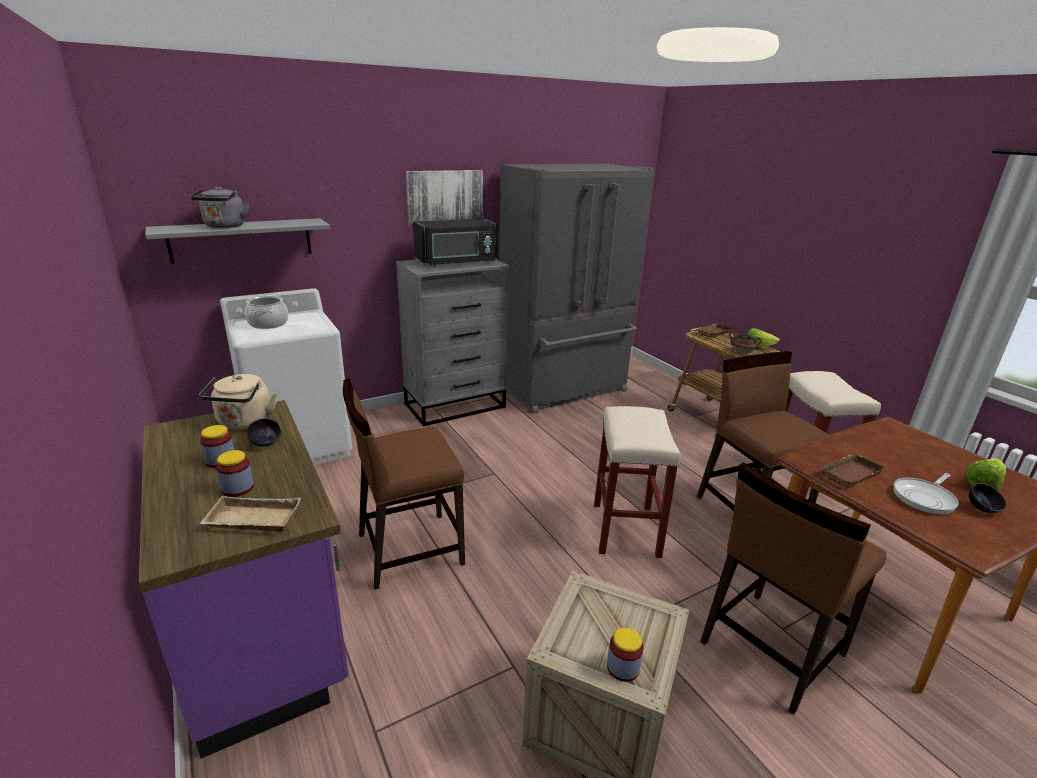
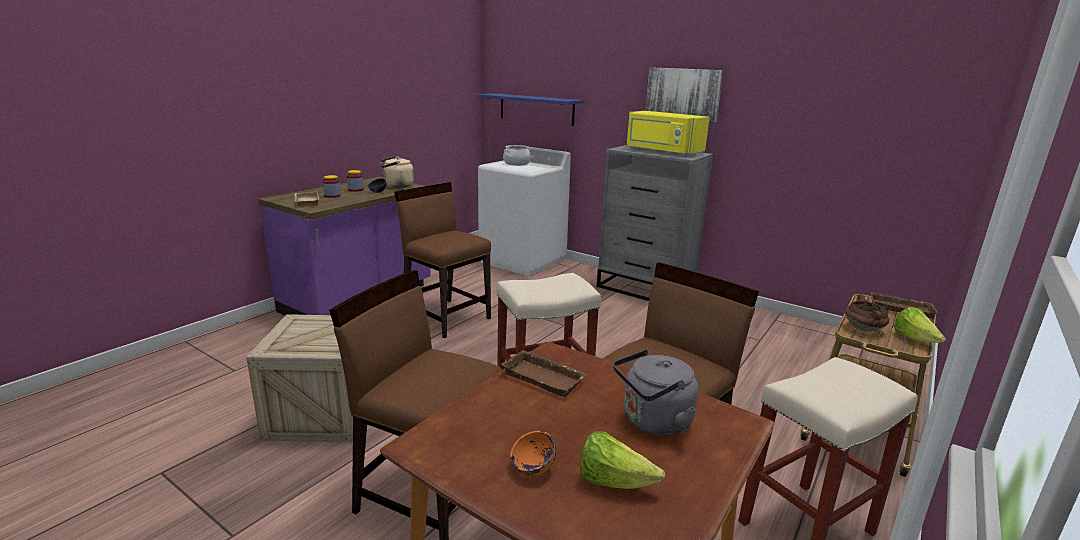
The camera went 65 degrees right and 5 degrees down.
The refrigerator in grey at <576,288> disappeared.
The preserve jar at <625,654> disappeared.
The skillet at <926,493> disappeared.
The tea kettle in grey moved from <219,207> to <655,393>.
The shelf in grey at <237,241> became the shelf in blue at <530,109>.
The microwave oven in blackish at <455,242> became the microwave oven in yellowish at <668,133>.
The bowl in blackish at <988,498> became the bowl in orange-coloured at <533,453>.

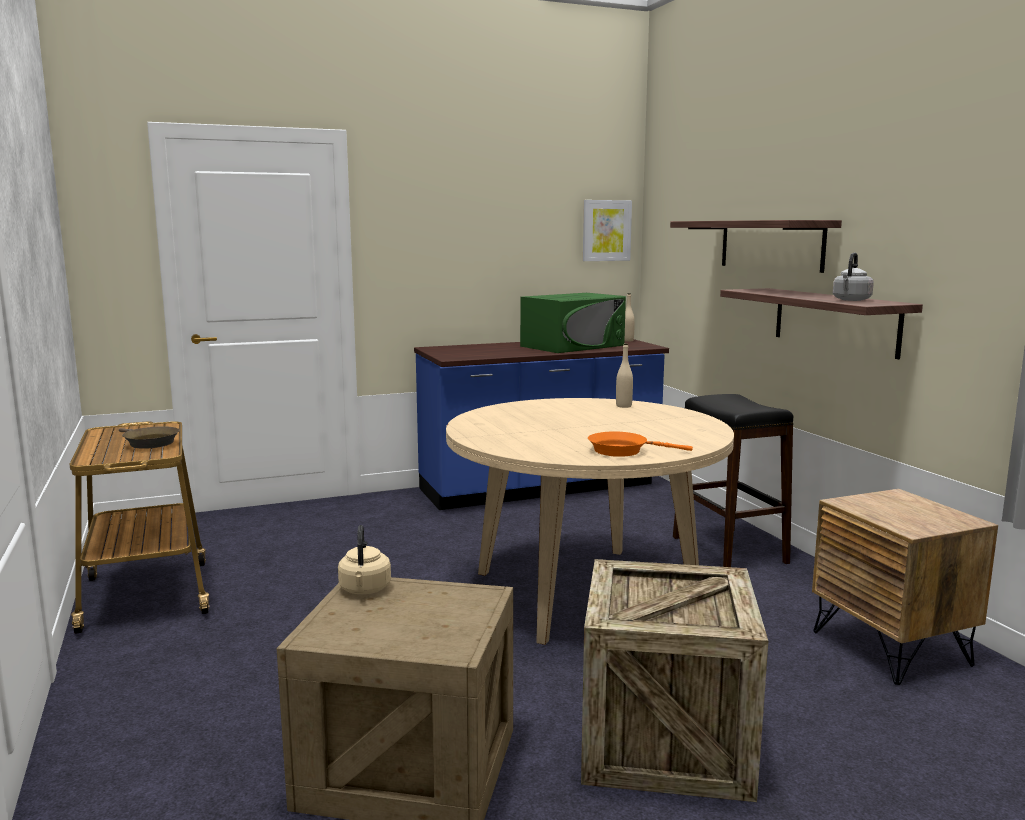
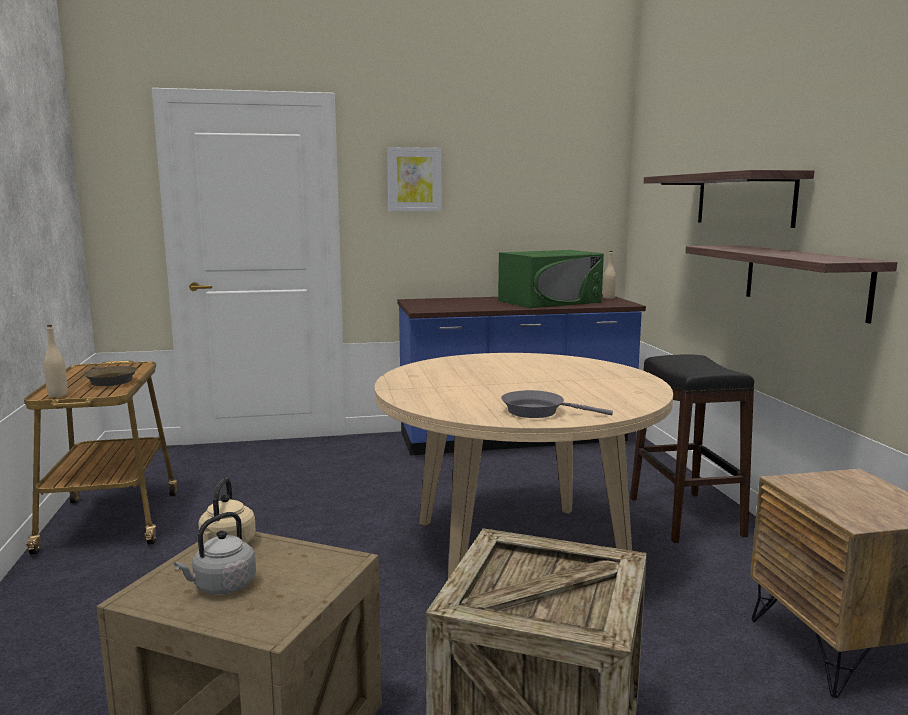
The camera went 10 degrees right and 0 degrees up.
The wall picture moved from <607,230> to <414,179>.
The drink bottle in beige-coloured moved from <624,375> to <56,361>.
The tea kettle in grey moved from <853,277> to <215,553>.
The skillet in orange-coloured at <640,444> became the skillet in grey at <557,404>.

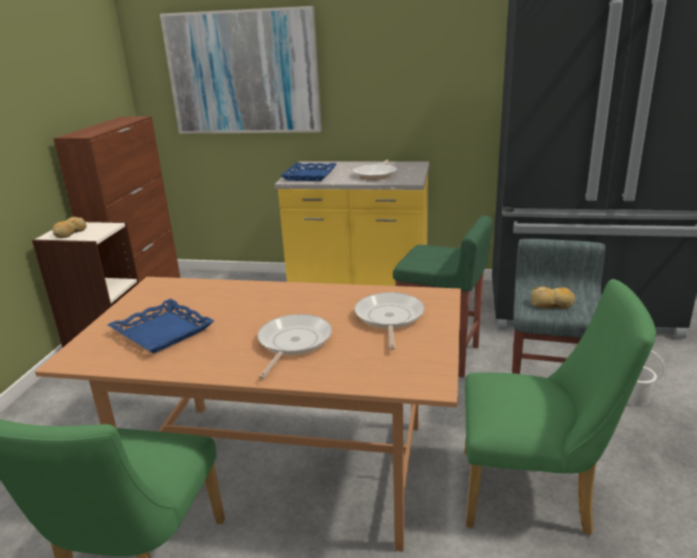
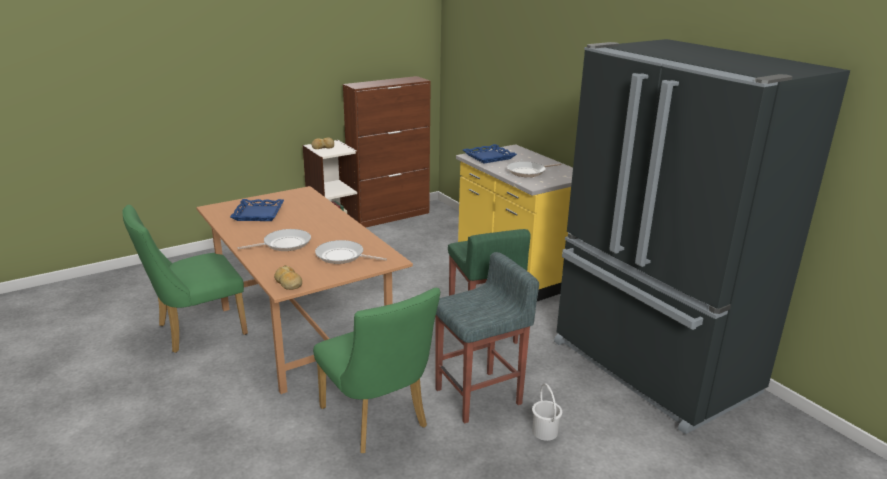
The camera went 45 degrees right and 0 degrees up.
The wall picture at <241,70> disappeared.
The bakery bread moved from <553,297> to <288,277>.
The skillet at <389,321> turned 120 degrees counterclockwise.

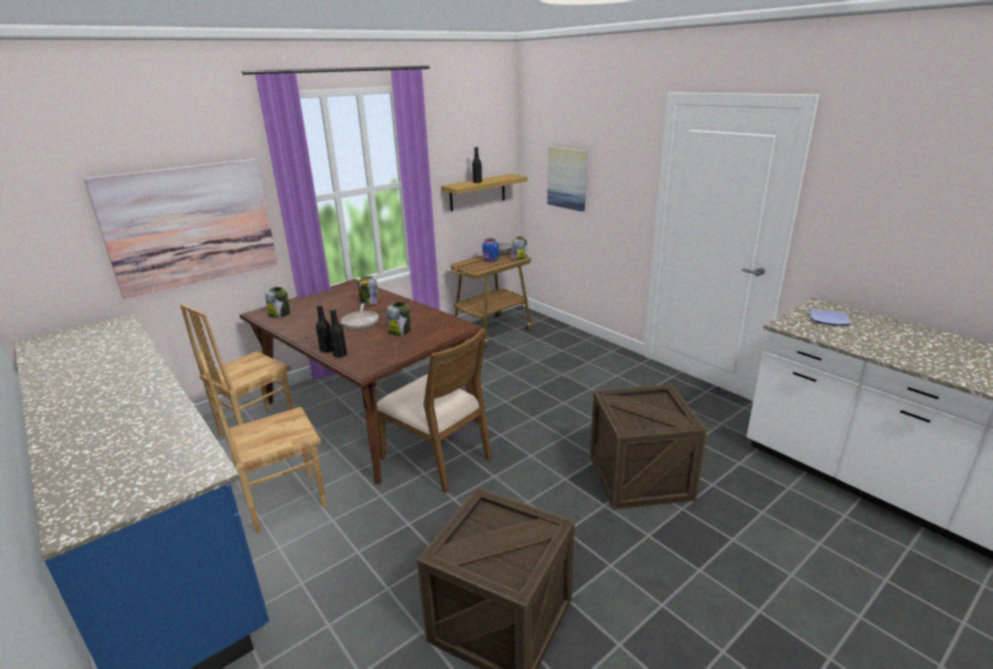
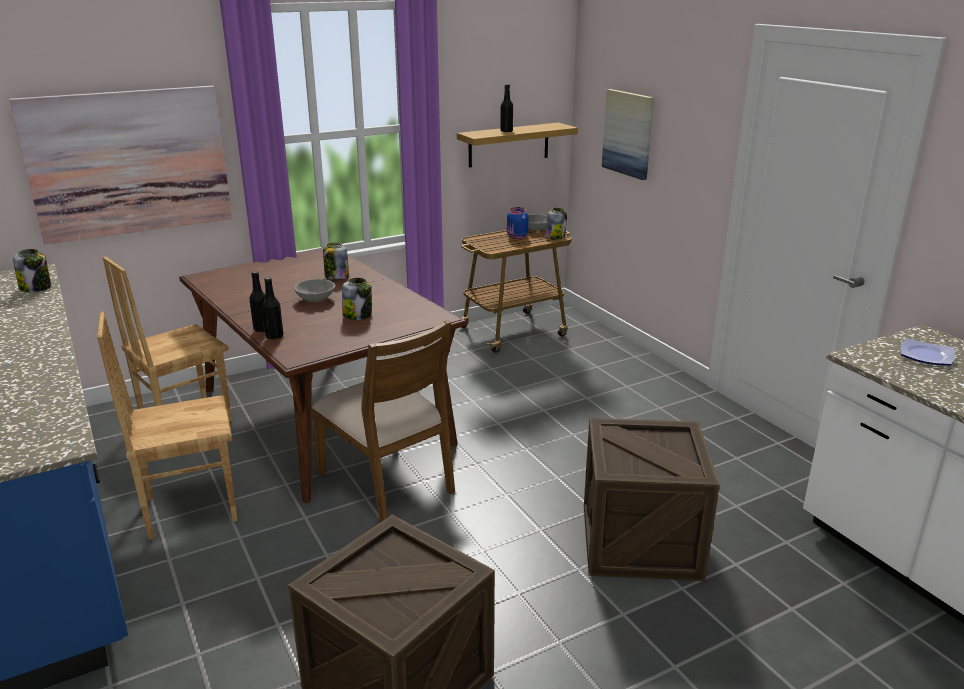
The camera went 10 degrees right and 0 degrees up.
The preserve jar moved from <277,302> to <32,270>.
The skillet at <360,316> was replaced by the bowl in grey at <314,290>.

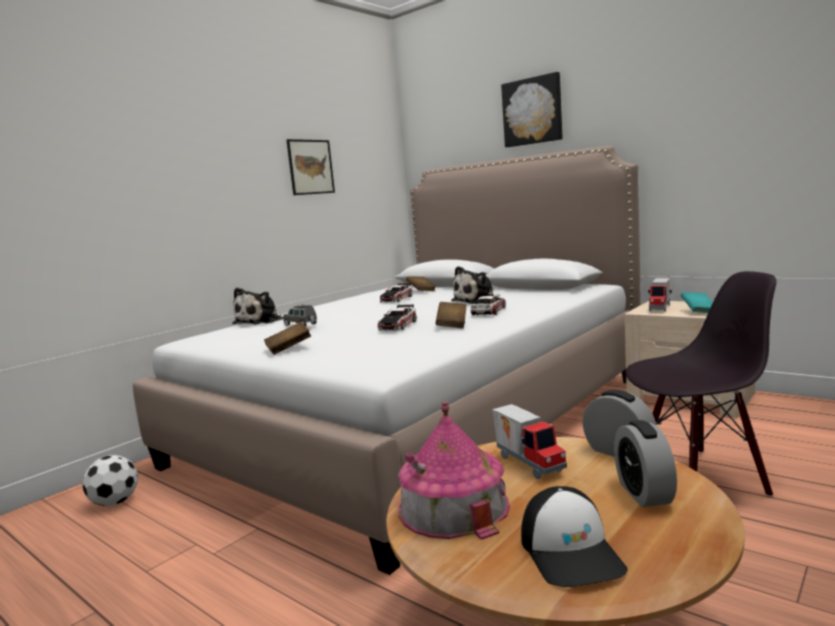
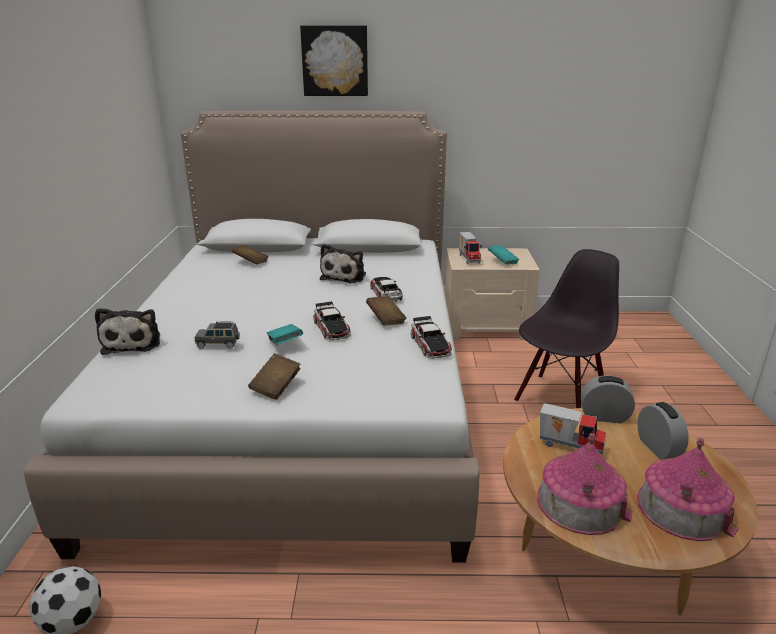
The camera went 40 degrees left and 15 degrees up.
The wall picture at <310,167> disappeared.
The bound book in blue-green at <285,334> appeared.
The toy car moved from <396,293> to <431,337>.
The cap at <574,536> was replaced by the toy house at <688,489>.
The alarm clock at <645,463> turned 150 degrees counterclockwise.

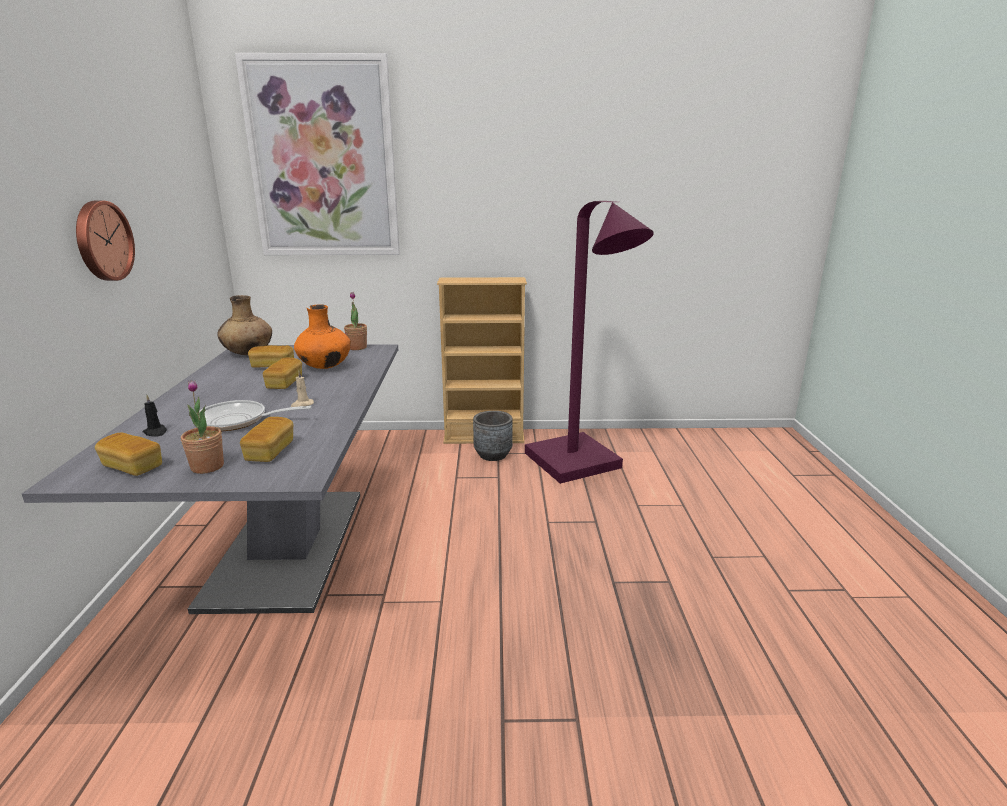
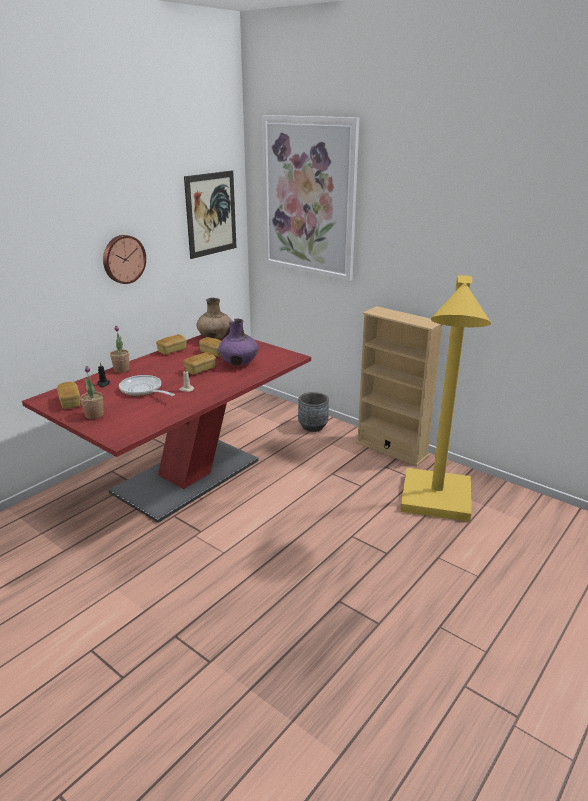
The camera went 40 degrees right and 5 degrees up.
The wall picture at <210,214> appeared.
The bakery bread moved from <266,439> to <171,344>.
The plant in a pot moved from <355,321> to <120,349>.
The flower pot in grey moved from <493,436> to <313,412>.
The dinner table in grey at <210,479> became the dinner table in reddish at <166,428>.
The decorative vase in orange-coloured at <322,336> became the decorative vase in purplish at <238,342>.
The standard lamp in purplish at <589,342> became the standard lamp in yellowish at <445,398>.

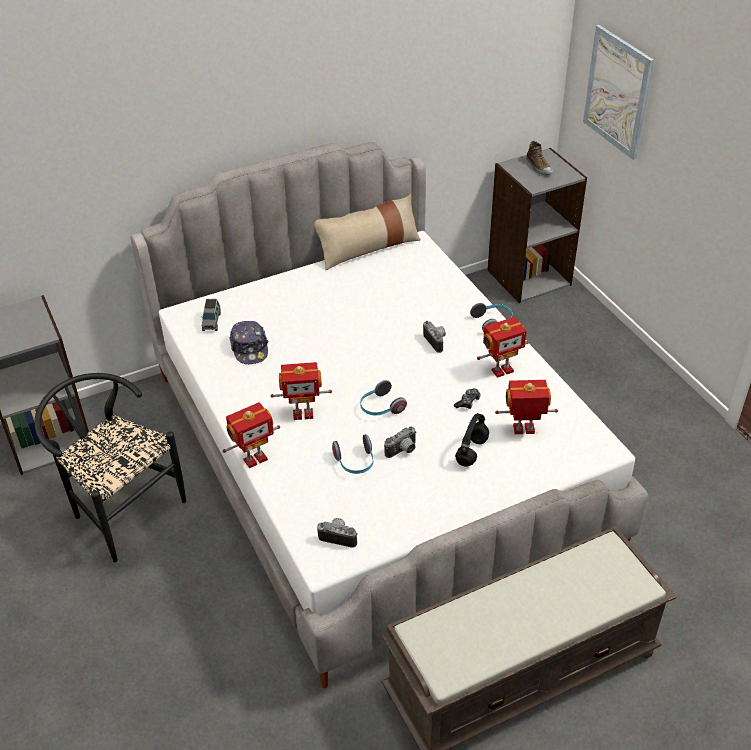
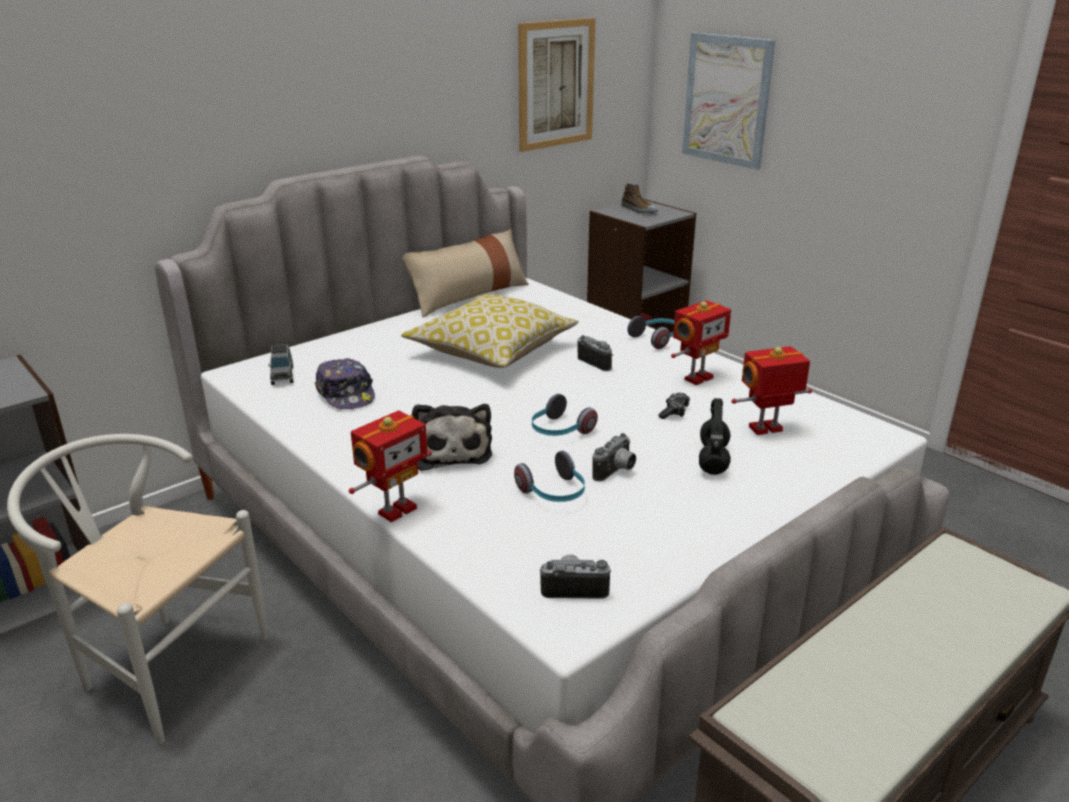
The camera went 15 degrees left and 15 degrees down.
The throw pillow at <490,331> appeared.
The wall picture at <557,85> appeared.
The toy robot at <301,391> was replaced by the plush toy at <452,437>.
The upright chair in blackish at <110,467> became the upright chair in white-coloured at <137,589>.

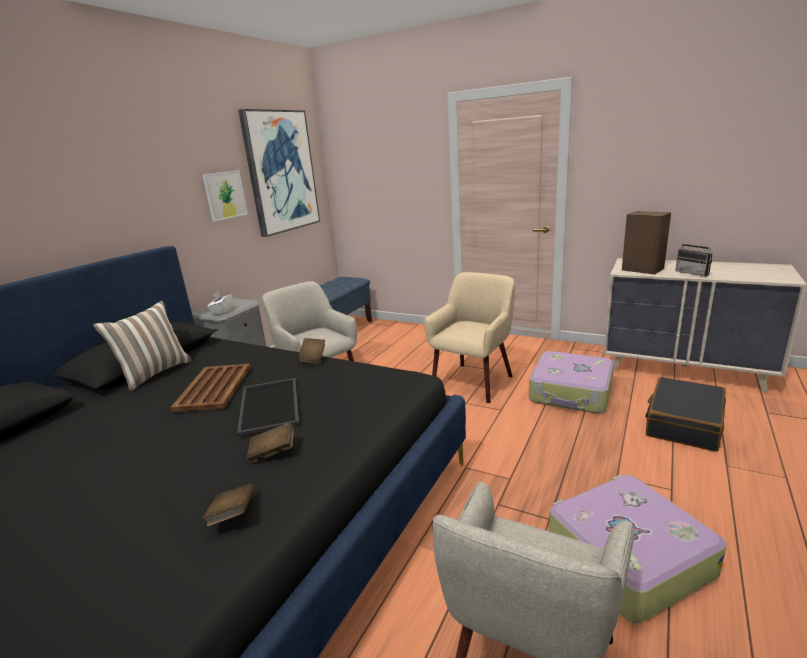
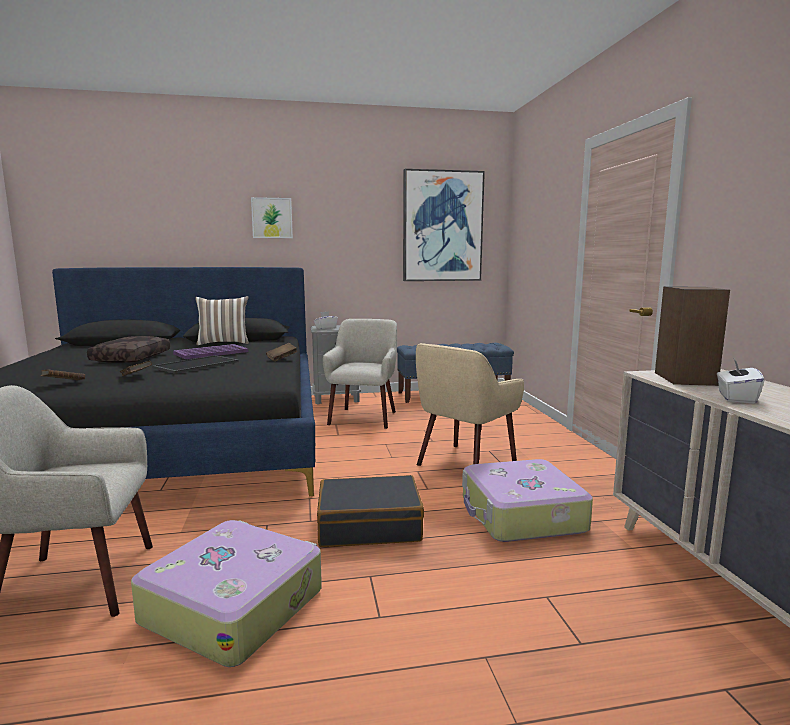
The camera went 50 degrees right and 10 degrees down.
The throw pillow in brownish at <128,349> appeared.
The wall picture moved from <225,196> to <272,217>.
The suitcase in blackish moved from <686,414> to <370,511>.
The radio receiver at <694,256> was replaced by the tissue holder in white-coloured at <740,381>.
The serving tray in brownish at <210,388> became the serving tray in purplish at <210,351>.
The lounge chair in beige-coloured at <469,337> turned 135 degrees clockwise.

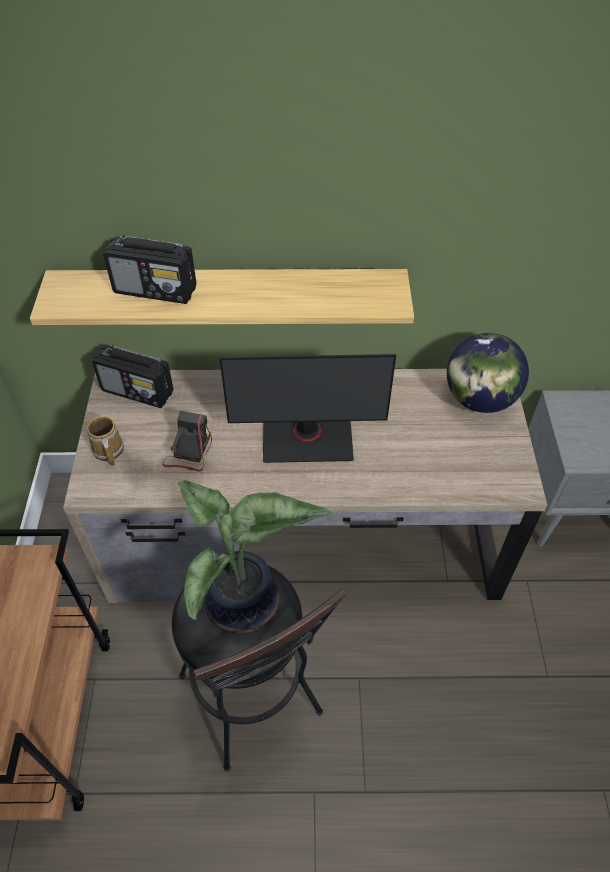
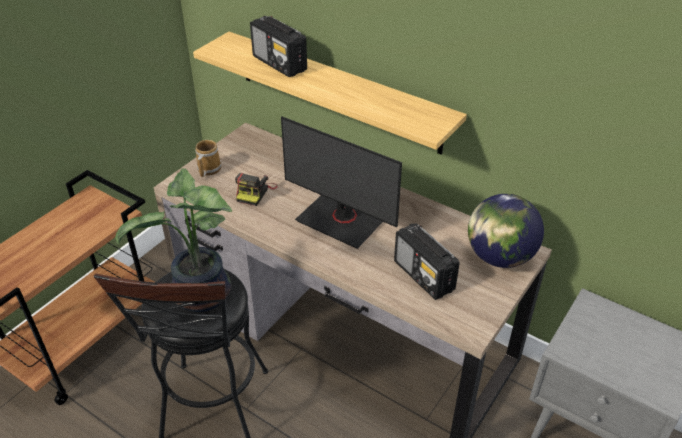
The camera went 35 degrees right and 10 degrees down.
The radio receiver moved from <133,376> to <427,261>.
The still camera at <187,441> turned 150 degrees clockwise.

